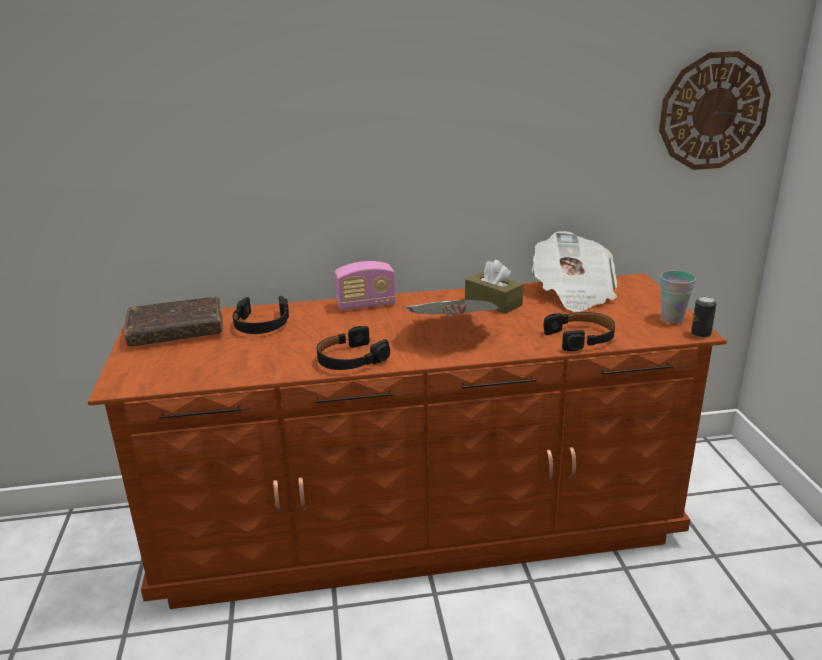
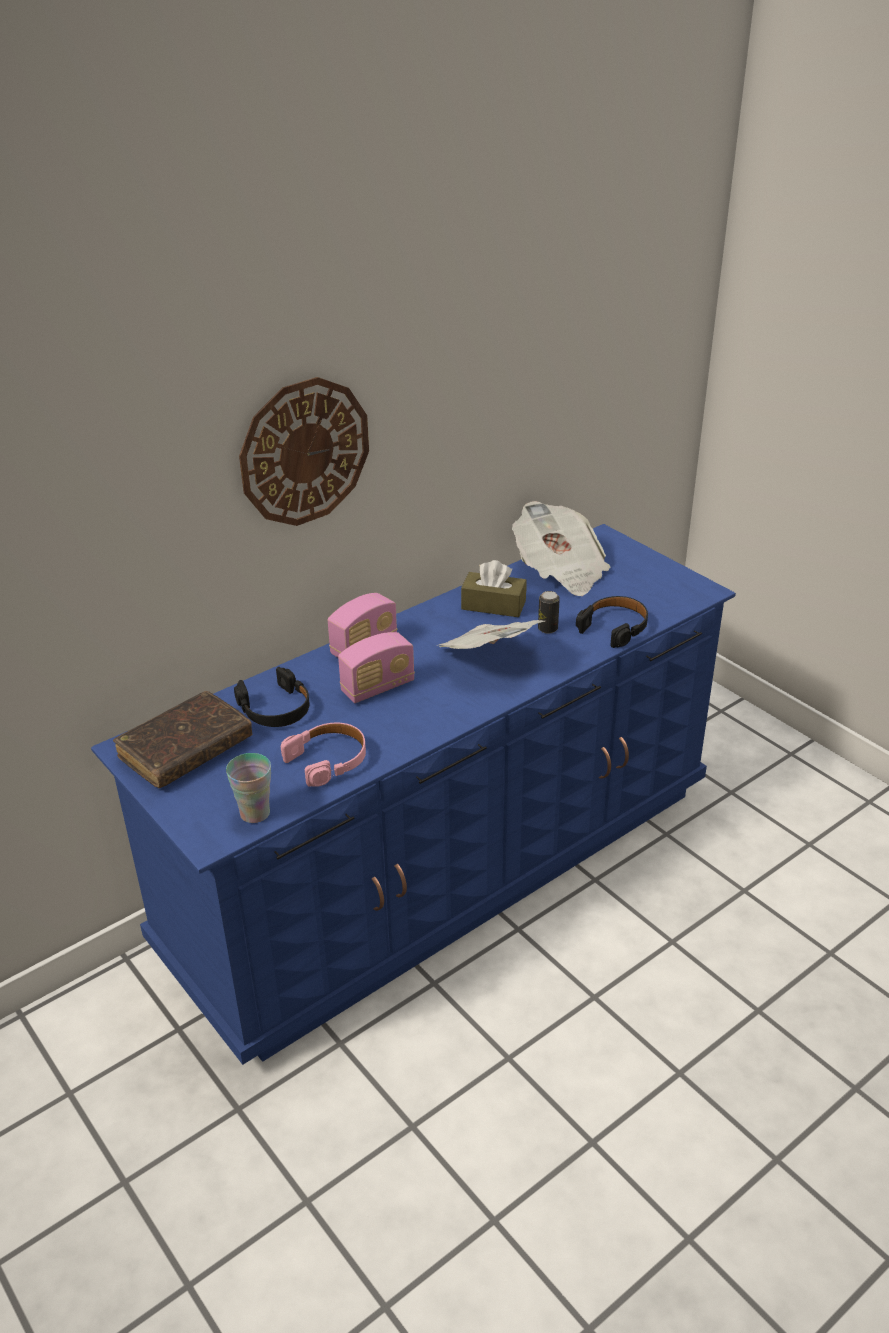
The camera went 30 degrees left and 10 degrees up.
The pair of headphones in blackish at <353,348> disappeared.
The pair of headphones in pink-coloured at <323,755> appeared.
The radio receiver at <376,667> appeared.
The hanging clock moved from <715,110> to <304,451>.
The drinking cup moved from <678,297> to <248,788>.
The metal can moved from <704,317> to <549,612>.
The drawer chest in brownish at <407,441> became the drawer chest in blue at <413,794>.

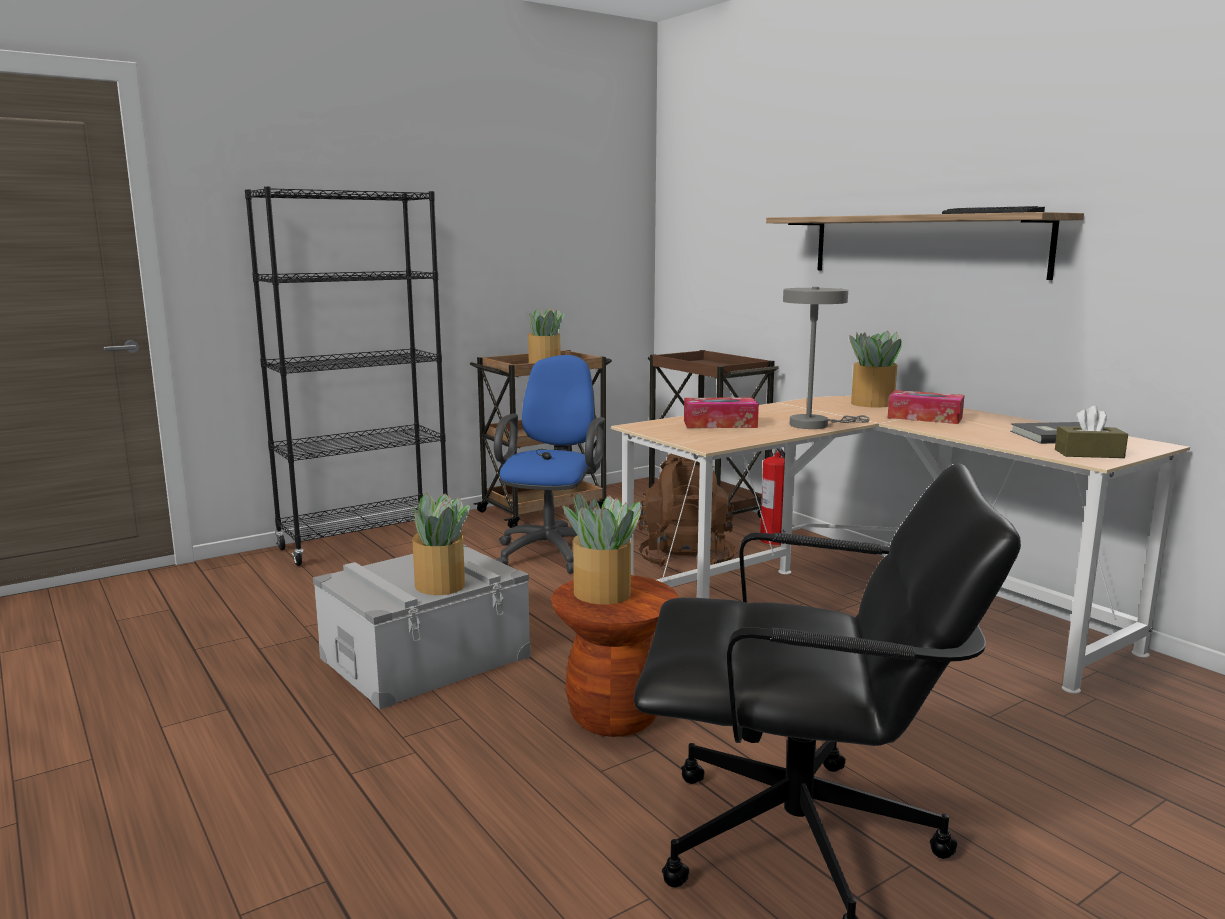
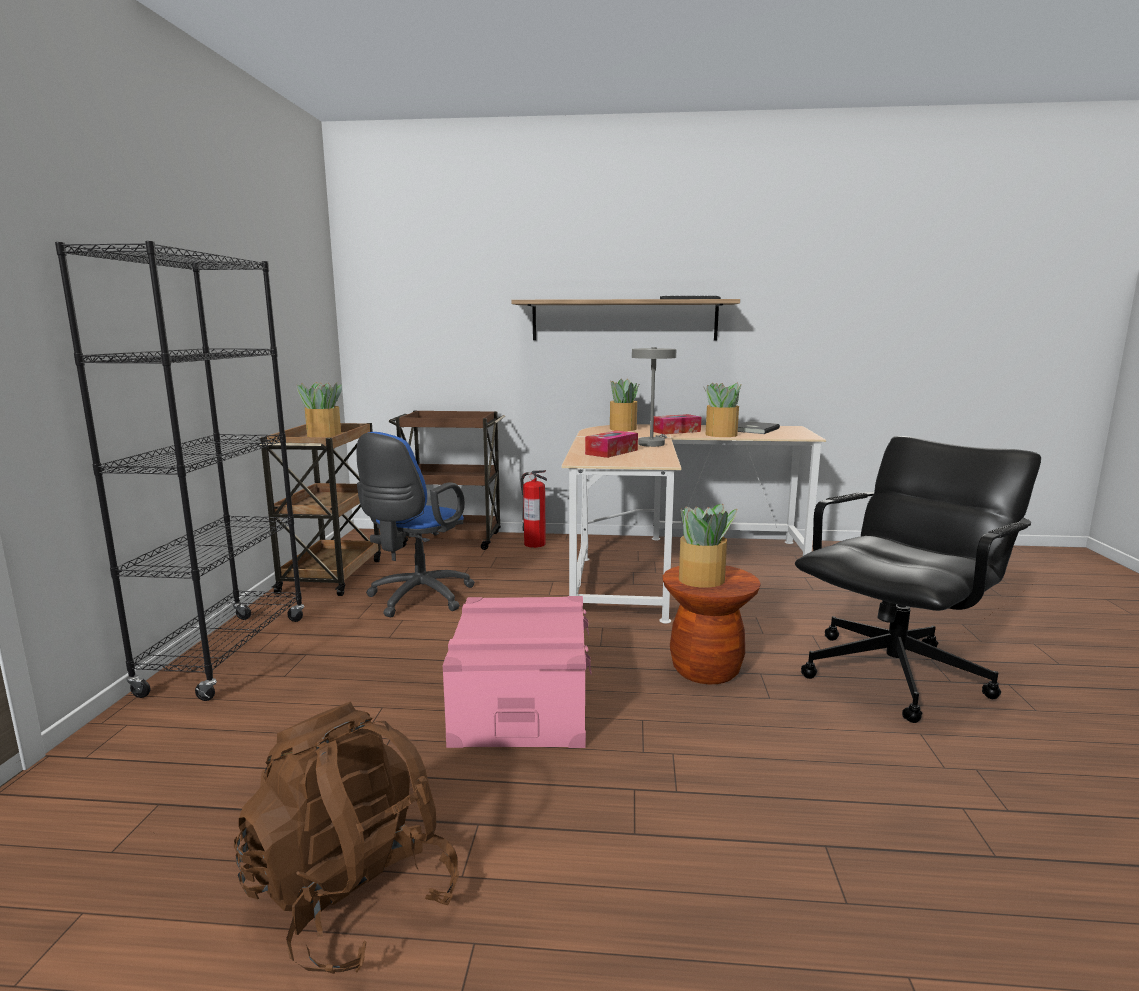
The camera went 50 degrees left and 0 degrees up.
The tissue holder in brownish at <1091,432> disappeared.
The plant in a pot moved from <438,544> to <722,409>.
The rucksack in brownish moved from <687,510> to <346,838>.
The storage bin in grey at <422,627> became the storage bin in pink-coloured at <517,672>.
The office chair in blue at <549,464> turned 120 degrees counterclockwise.

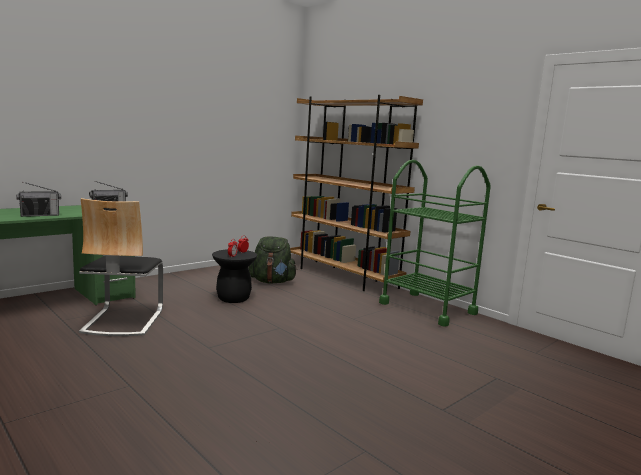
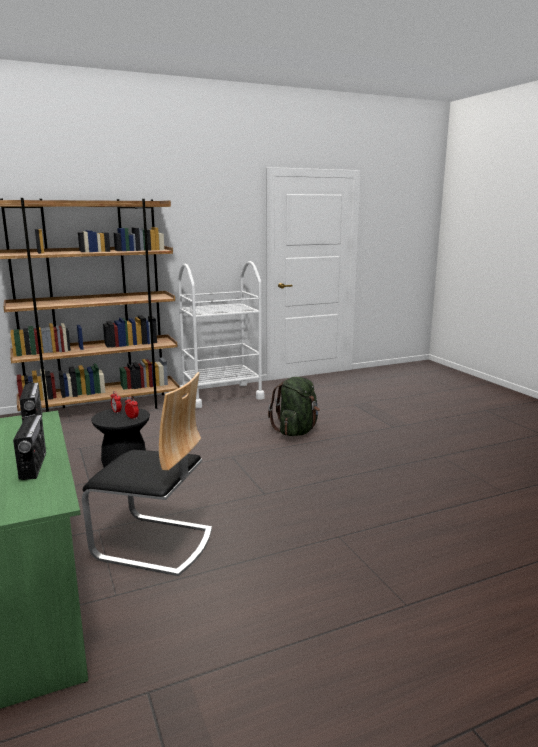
The camera went 70 degrees left and 5 degrees up.
The rucksack in green-coloured moved from <273,260> to <294,406>.
The trolley in green-coloured at <435,243> became the trolley in white-coloured at <221,334>.

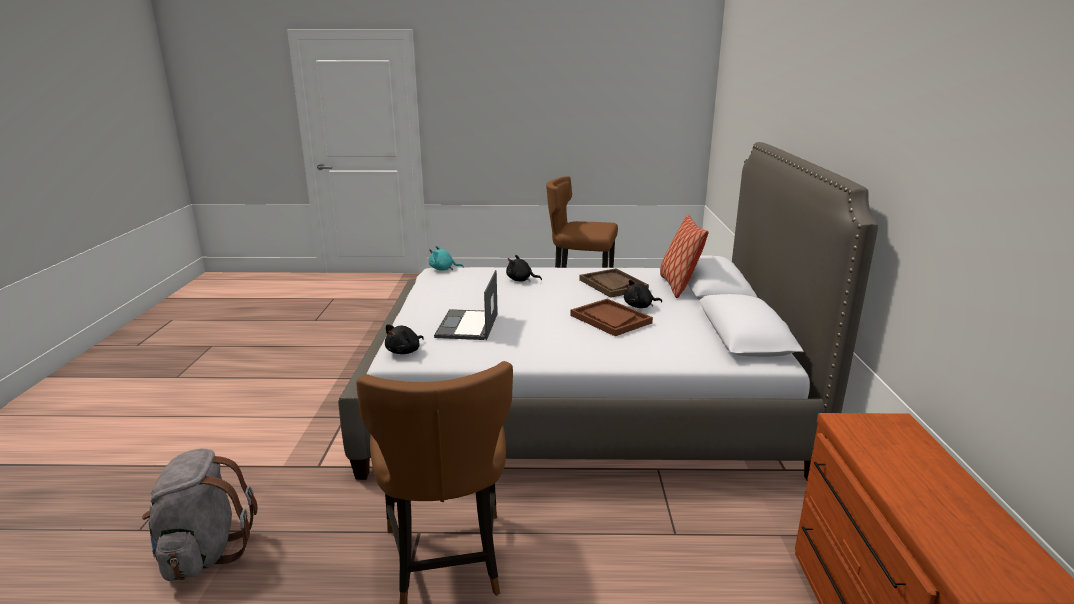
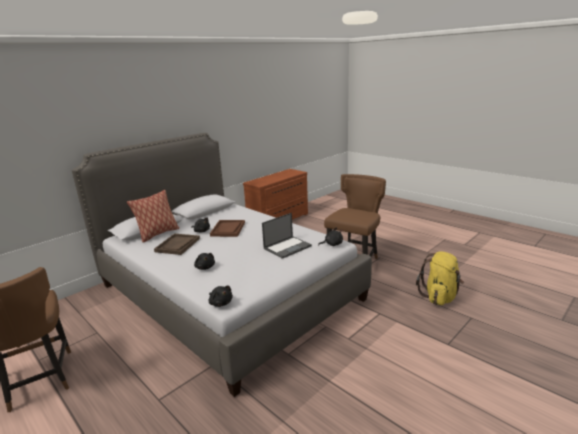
The camera went 135 degrees left and 0 degrees up.
The rucksack in grey at <200,515> became the rucksack in yellowish at <440,278>.
The plush toy in blue-green at <446,258> became the plush toy in blackish at <221,296>.

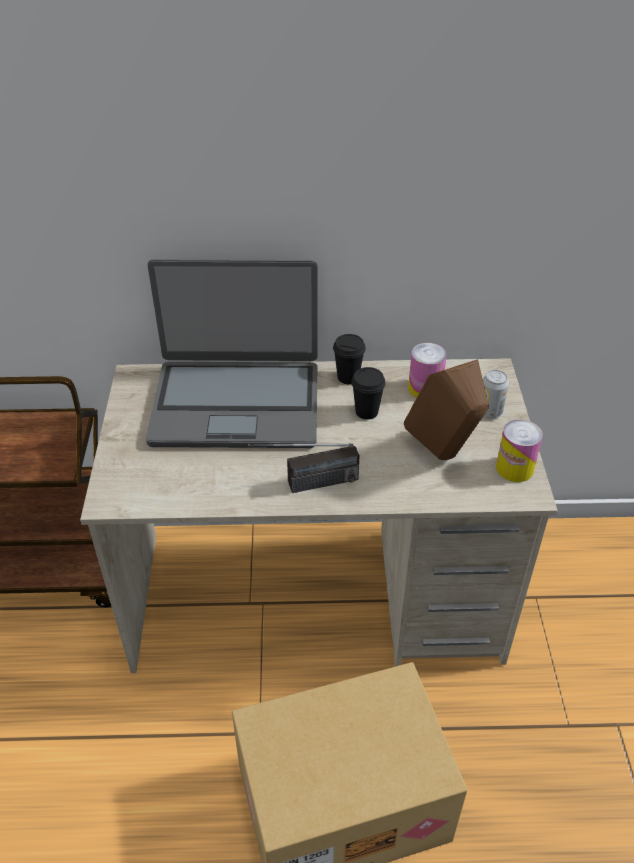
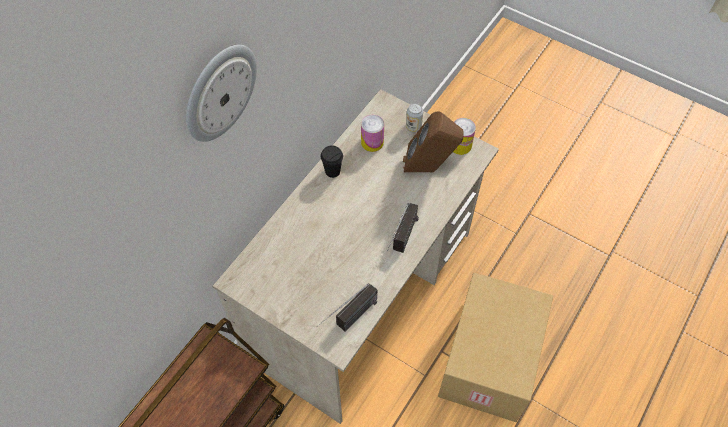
The camera went 55 degrees left and 15 degrees up.
The laptop at <232,353> disappeared.
The drinking cup in blackish at <368,393> disappeared.
The hanging clock at <221,93> appeared.
The radio receiver at <347,308> appeared.

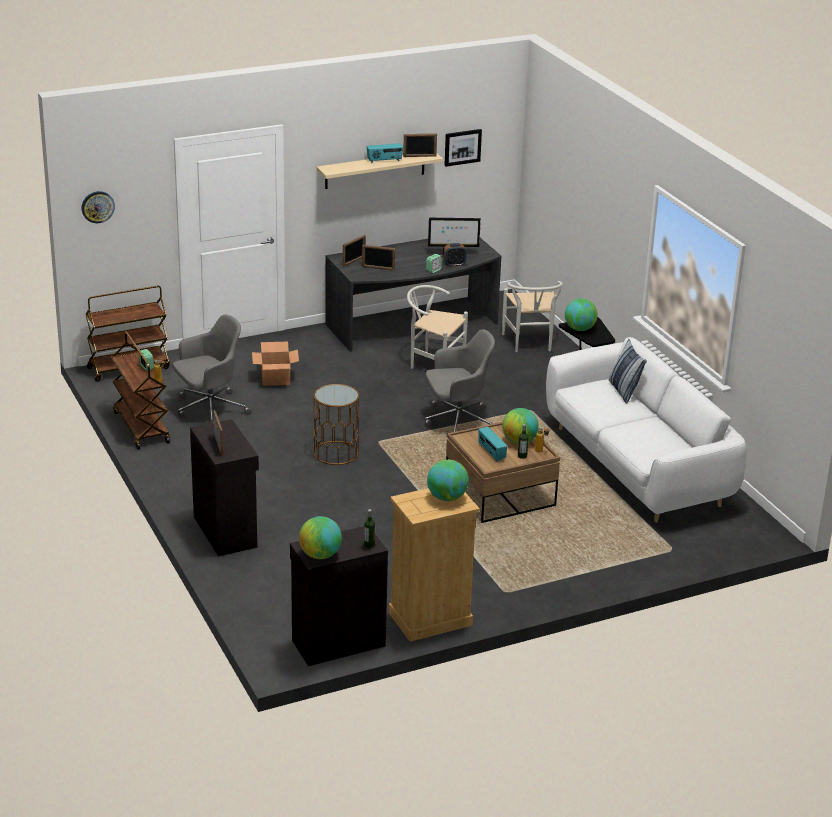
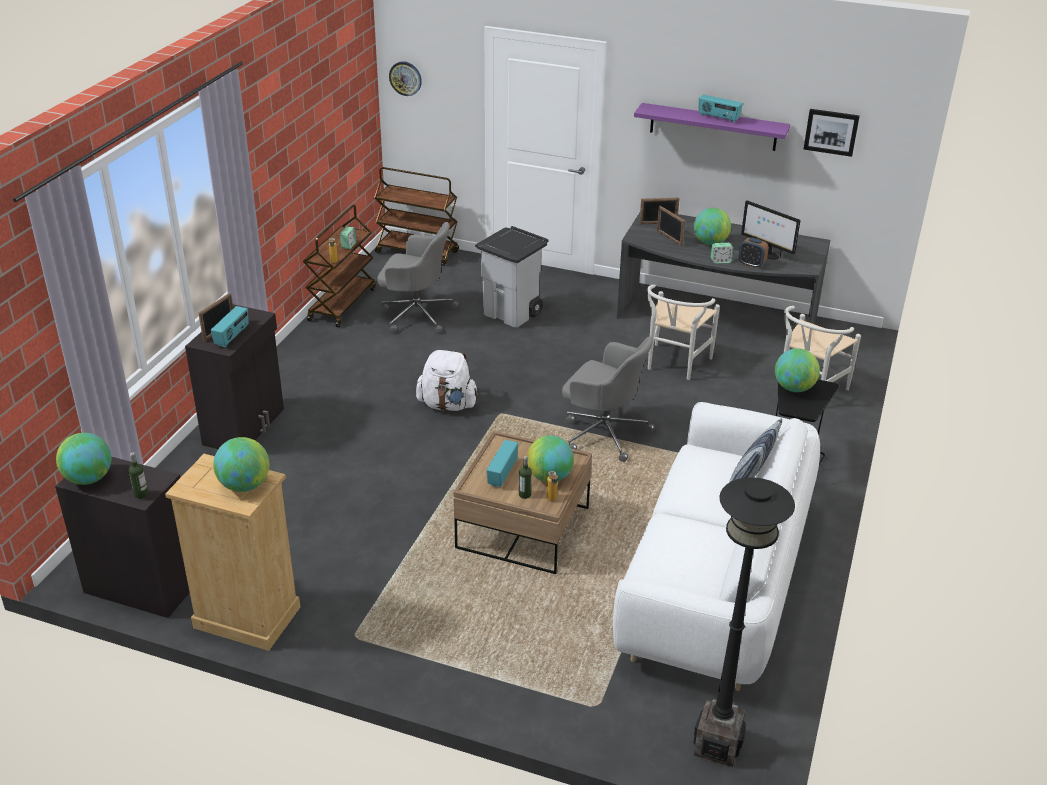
The camera went 45 degrees right and 5 degrees up.
The picture frame at <420,145> disappeared.
The radio receiver at <230,327> appeared.
The standard lamp in blackish at <744,622> appeared.
The desk globe at <712,226> appeared.
The carton at <275,364> was replaced by the waste bin in grey at <511,277>.
The side table in brownish at <336,424> was replaced by the rucksack in white-coloured at <447,380>.
The shelf in beige-coloured at <379,171> became the shelf in purplish at <712,127>.
The upright chair in white-coloured at <437,327> turned 135 degrees counterclockwise.

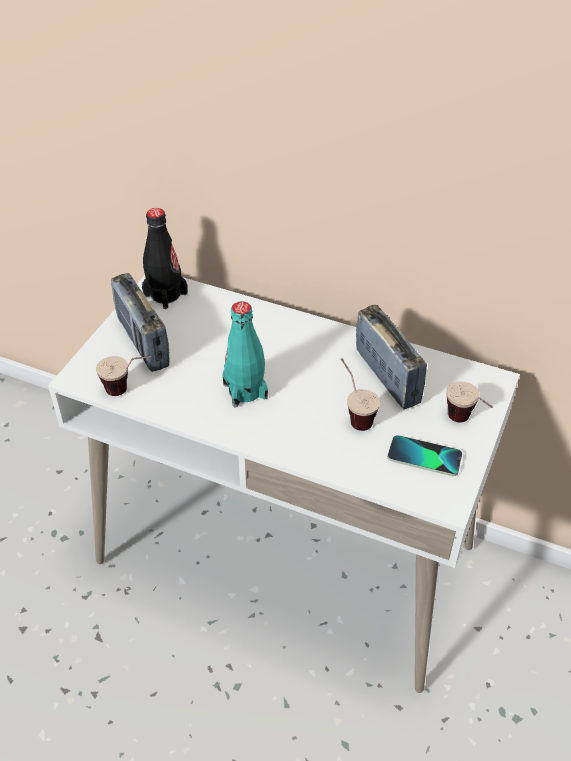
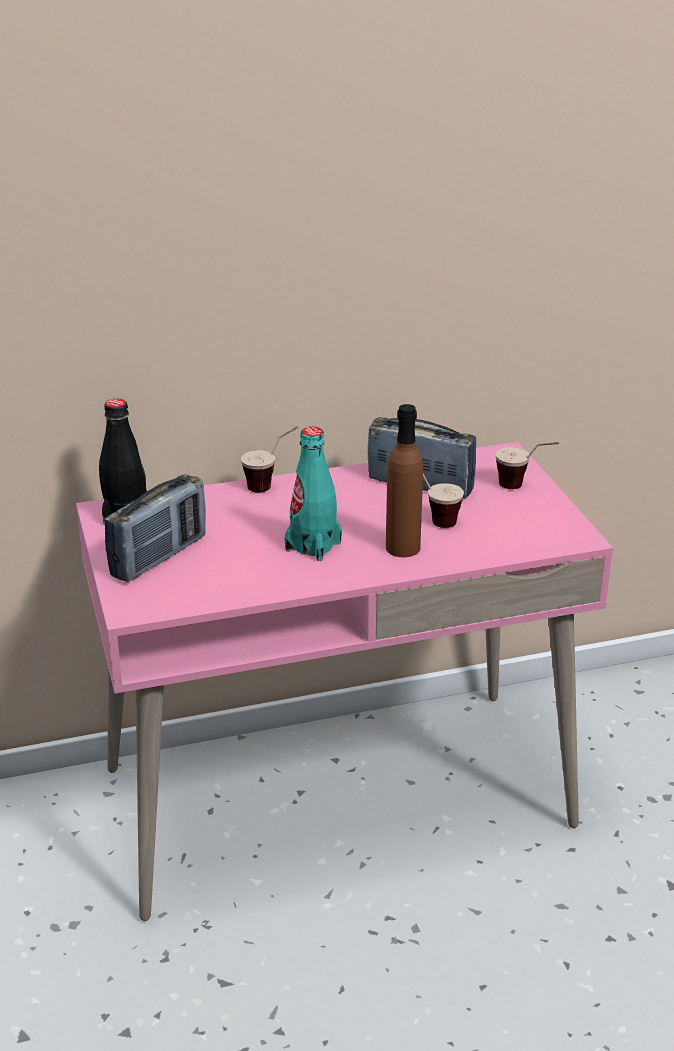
The camera went 40 degrees left and 15 degrees down.
The telephone at <424,455> disappeared.
The drink bottle in brownish at <404,480> appeared.
The drinking cup moved from <123,376> to <269,459>.
The desk in white-coloured at <284,484> became the desk in pink-coloured at <344,681>.
The radio receiver at <140,322> turned 75 degrees counterclockwise.

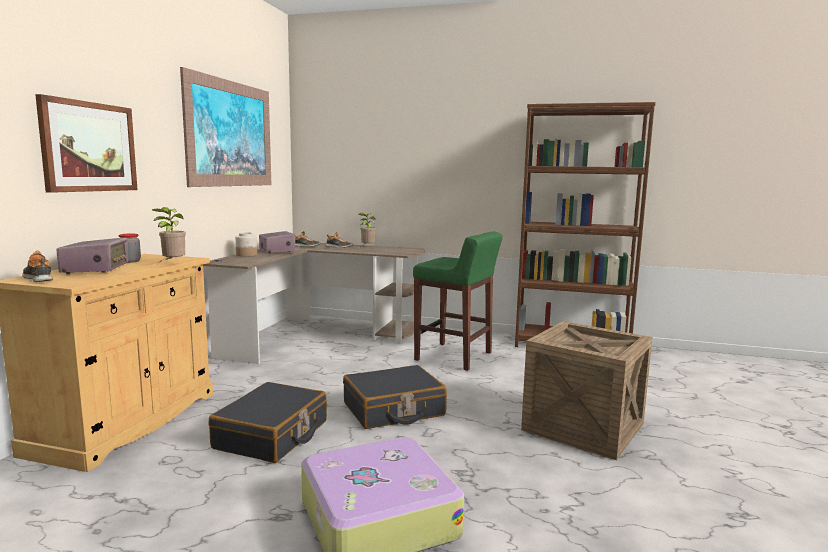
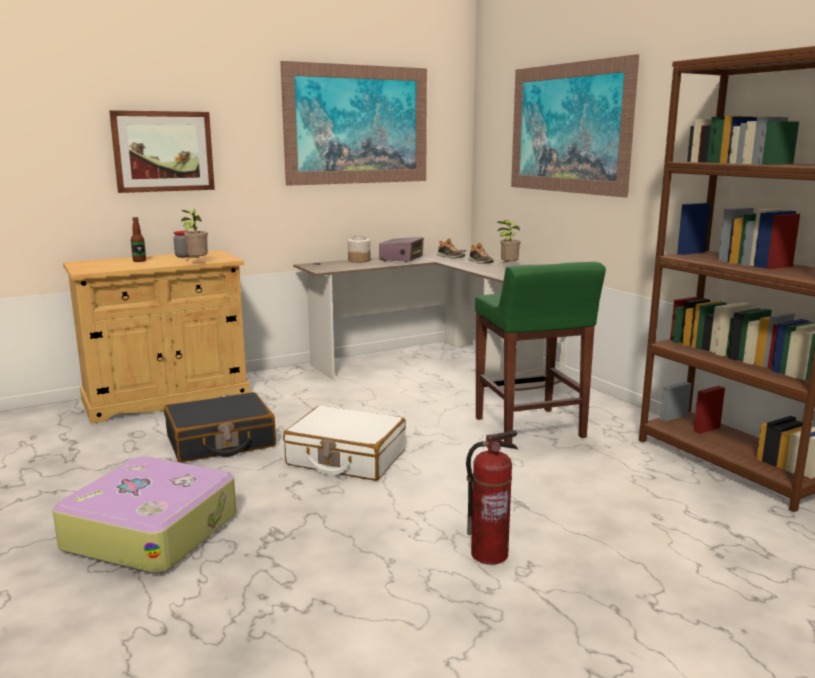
The camera went 45 degrees right and 5 degrees up.
The shoe at <37,266> disappeared.
The wall picture at <575,126> appeared.
The radio receiver at <92,255> was replaced by the drink bottle at <138,239>.
The packing crate at <586,390> was replaced by the fire-fighting cylinder at <492,497>.
The suitcase in blackish at <395,397> became the suitcase in white-coloured at <344,443>.

